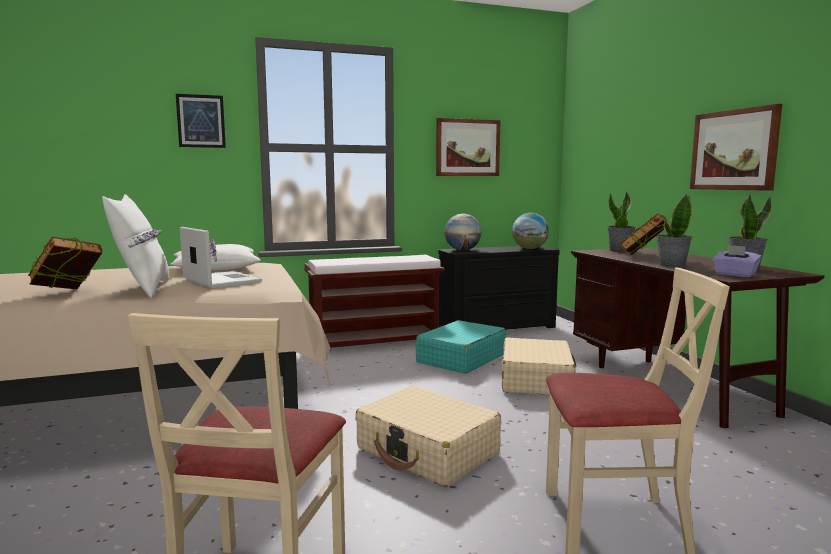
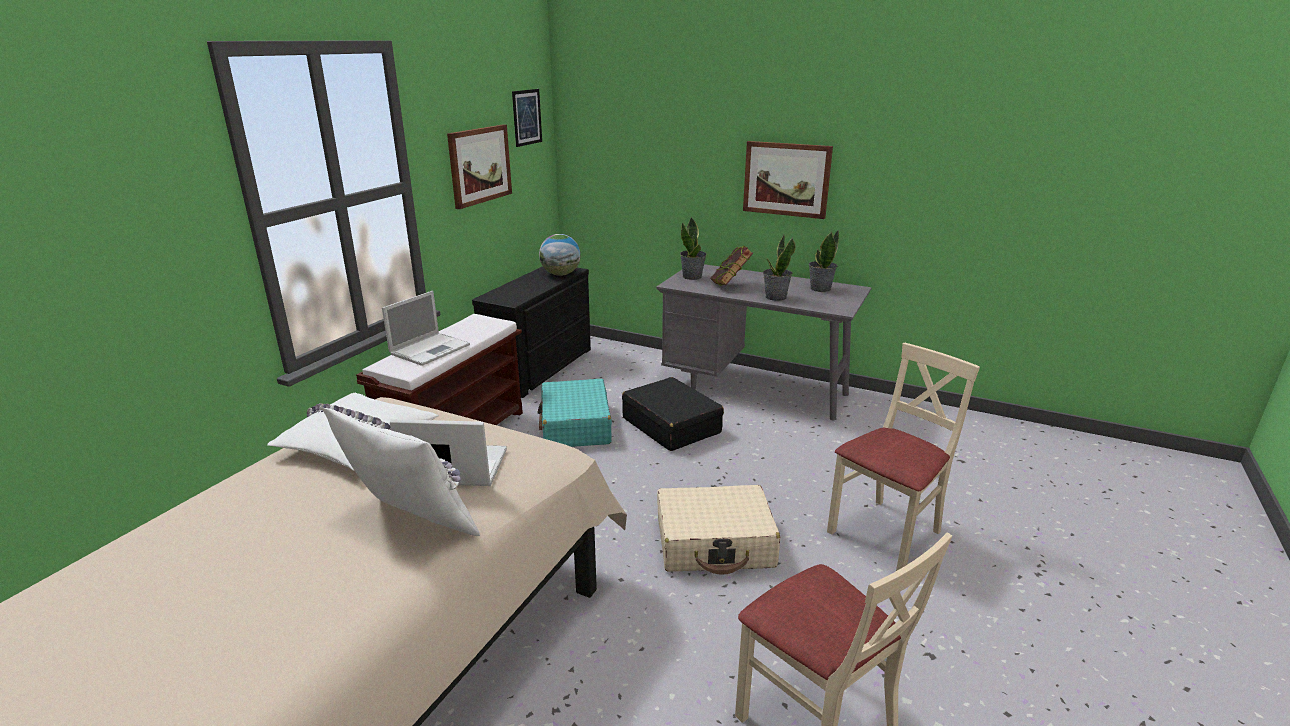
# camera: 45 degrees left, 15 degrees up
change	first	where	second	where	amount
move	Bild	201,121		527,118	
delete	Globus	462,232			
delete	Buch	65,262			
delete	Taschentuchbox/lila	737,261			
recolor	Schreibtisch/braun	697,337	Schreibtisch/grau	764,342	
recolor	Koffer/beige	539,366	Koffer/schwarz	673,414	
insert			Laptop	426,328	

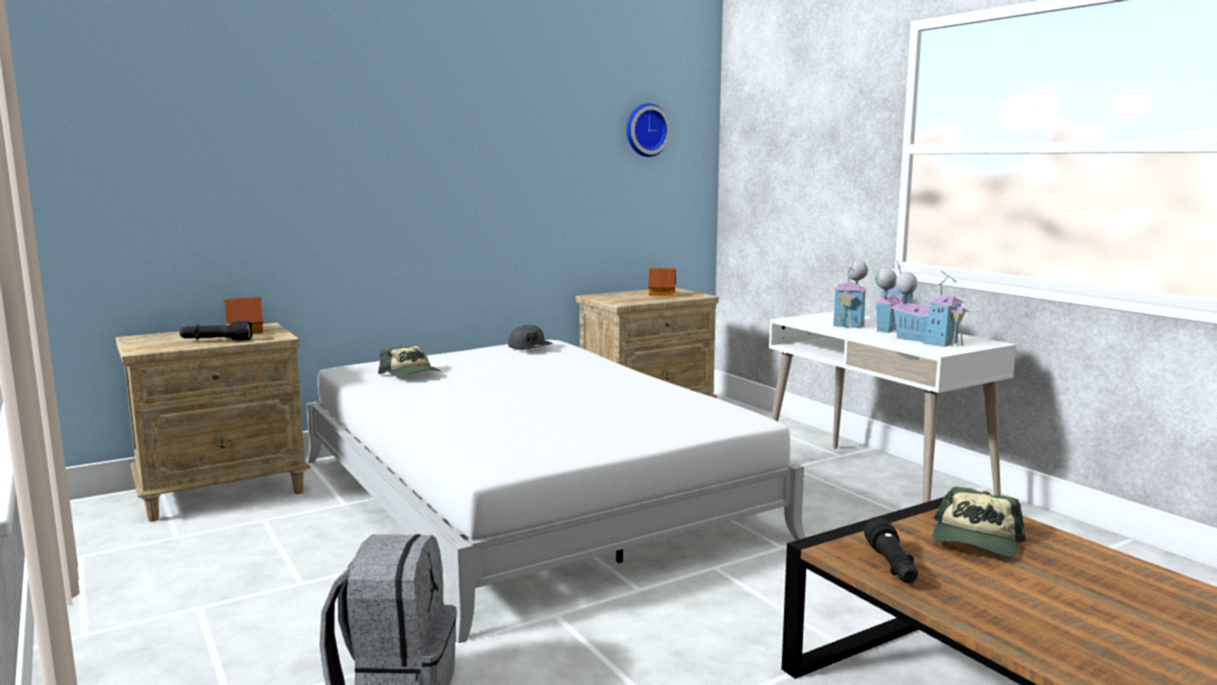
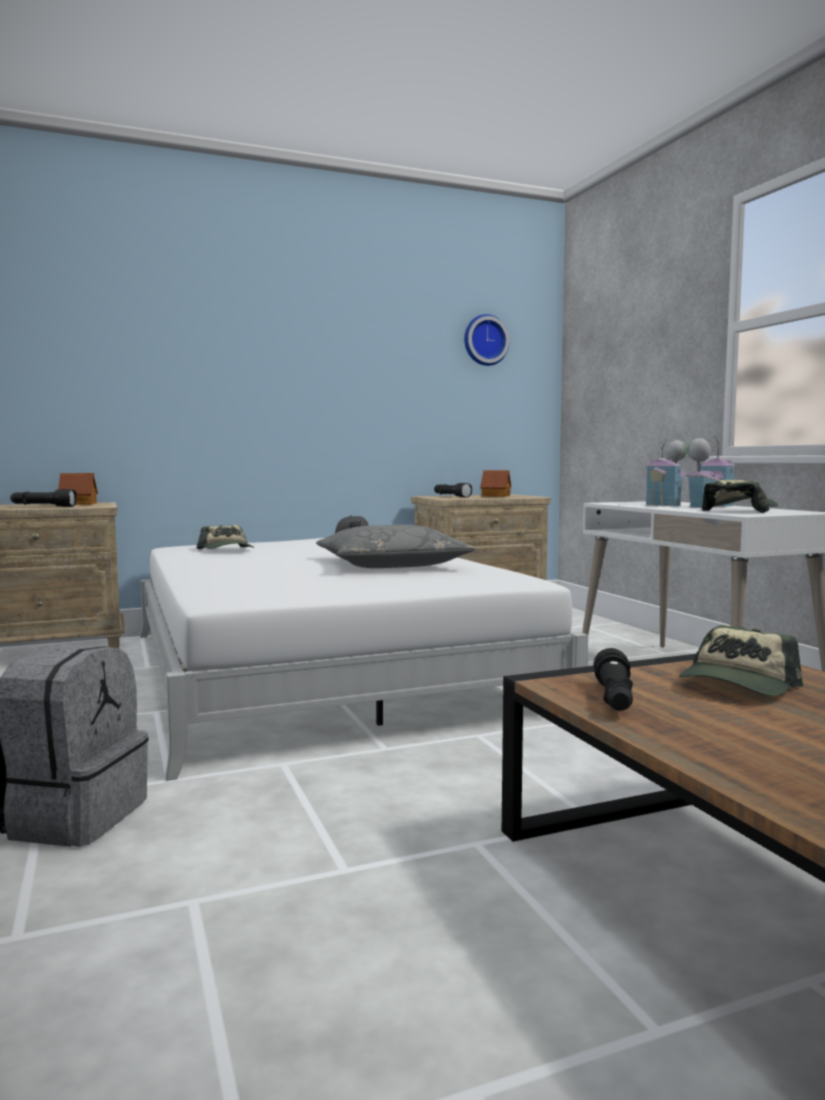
# camera: 10 degrees right, 5 degrees down
change	first	where	second	where	amount
replace	Spielzeughaus	929,309	Kappe	740,496	
insert			Taschenlampe/schwarz	453,490	
insert			Kissen/grau	396,546	

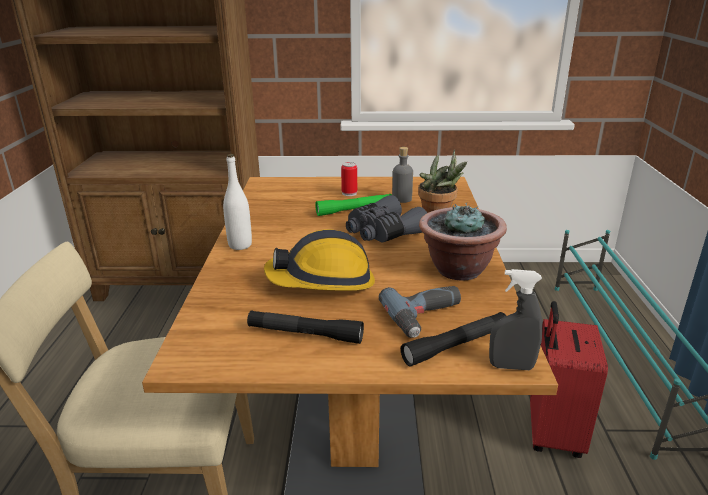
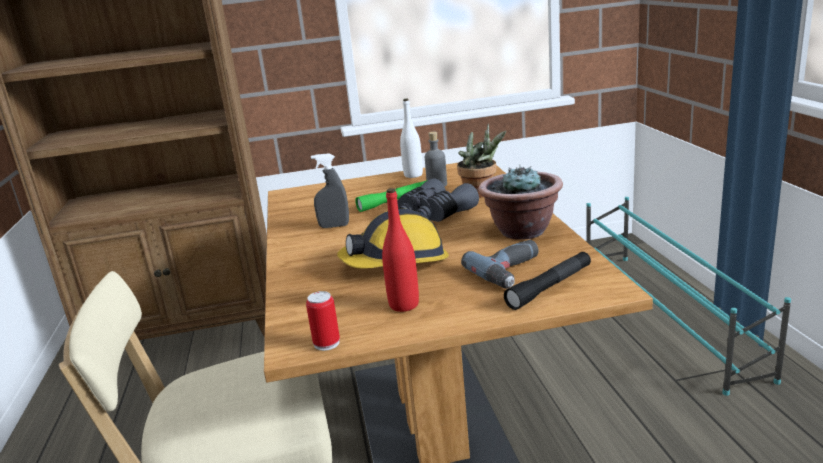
# camera: 10 degrees left, 5 degrees down
change	first	where	second	where	amount
move	Flasche/weiß	237,202		411,138	
move	Dose	349,179		323,321	
move	Sprühflasche/grau	516,319		330,190	
delete	Koffer/rot	569,379			
replace	Taschenlampe/schwarz	305,327	Flasche/rot	400,250	

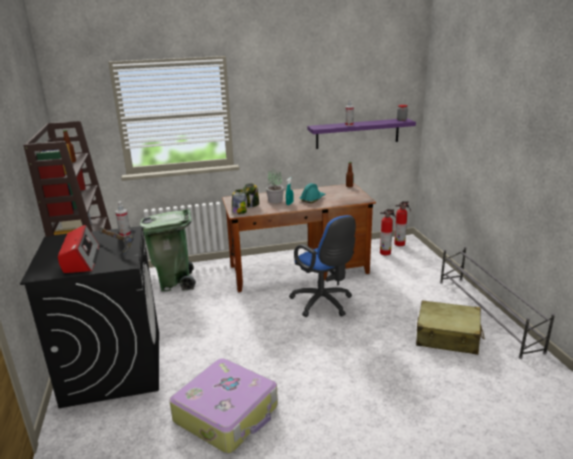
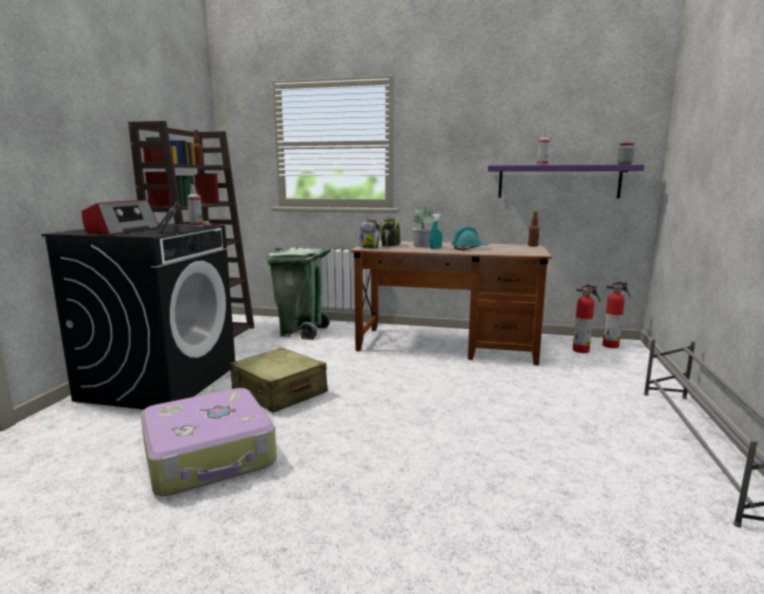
# camera: 25 degrees right, 10 degrees down
change	first	where	second	where	amount
delete	Bürostuhl/blau	322,266			
move	Koffer/beige	450,327		279,380	

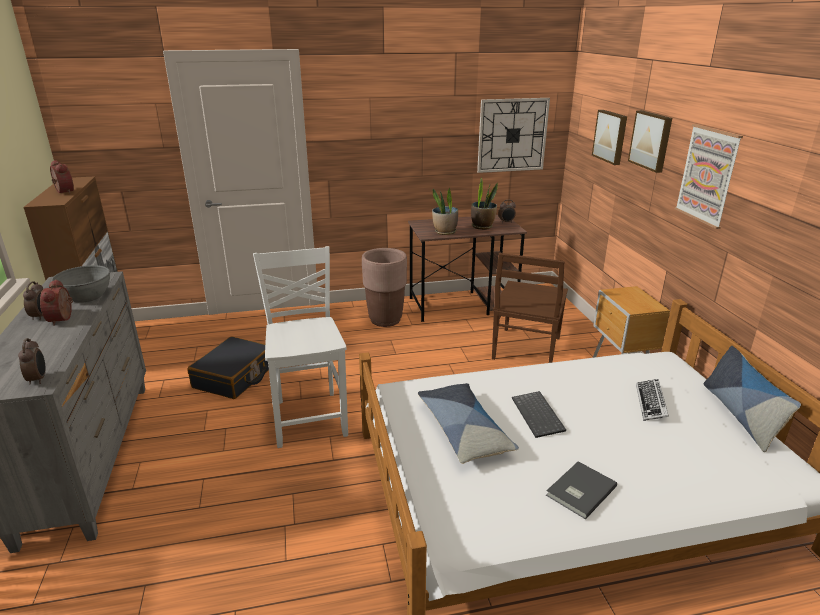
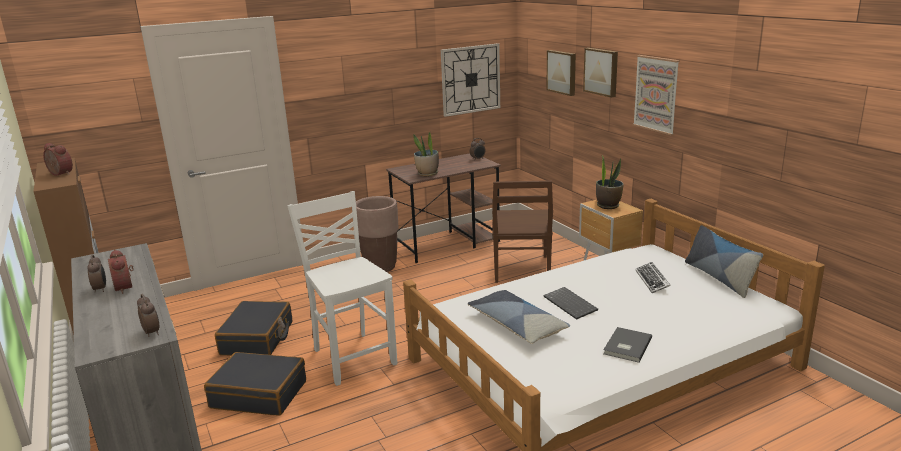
# camera: 15 degrees left, 5 degrees down
change	first	where	second	where	amount
move	Topfpflanze	484,204		610,182	
delete	Schüssel/grau	80,284			
insert			Koffer/schwarz	255,384	

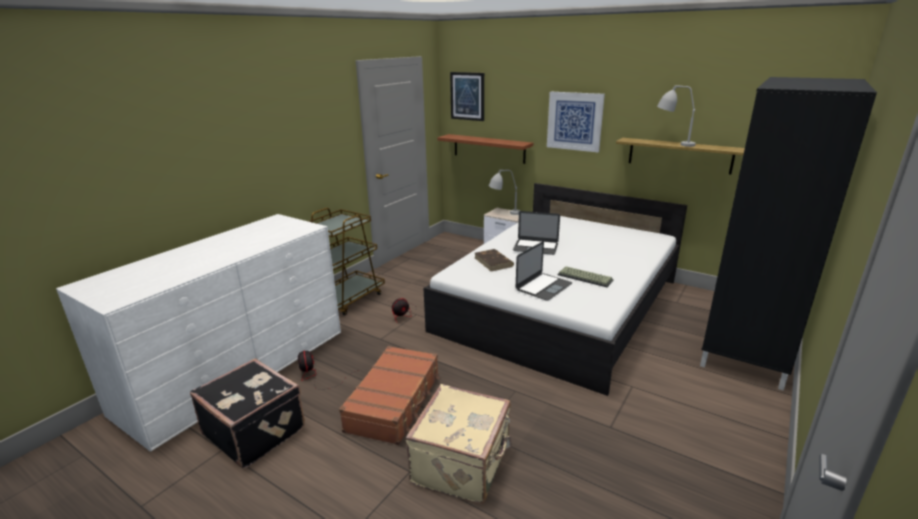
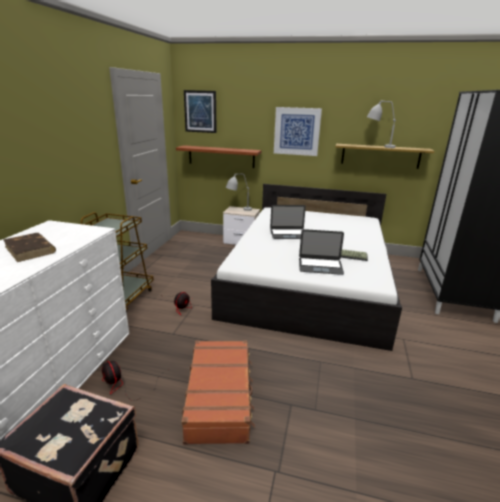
# camera: 20 degrees left, 0 degrees up
change	first	where	second	where	amount
rotate	Laptop	544,271		321,252	75 degrees clockwise
move	Buch/braun	494,260		29,247	
delete	Koffer/beige	458,444			

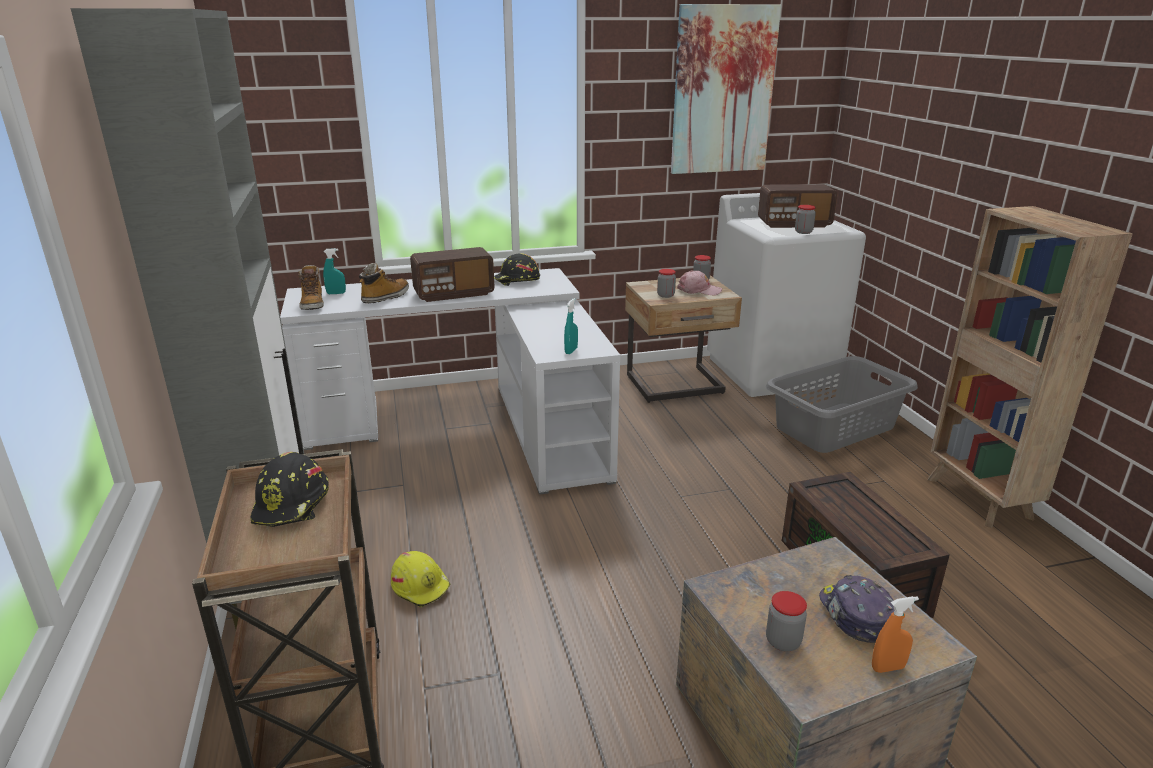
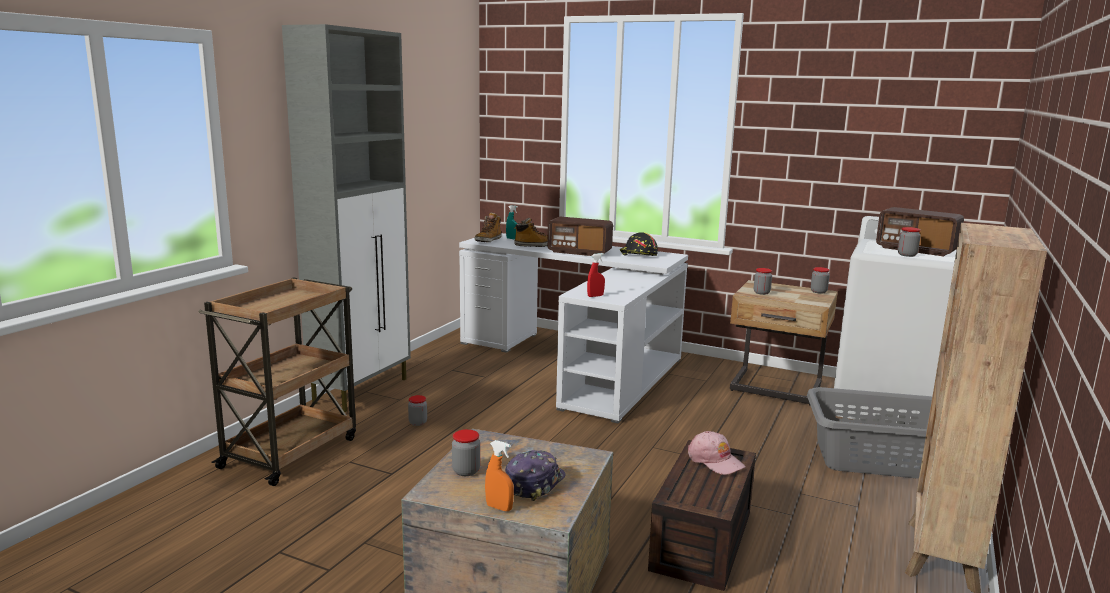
# camera: 40 degrees right, 10 degrees down
change	first	where	second	where	amount
delete	Bild	726,89			
move	Kappe/rosa	699,282		717,453	
recolor	Sprühflasche/türkis	571,326	Sprühflasche/rot	596,275	
delete	Schutzhelm/schwarz	289,489			
replace	Schutzhelm/gelb	421,579	Vorratsglas	417,410	

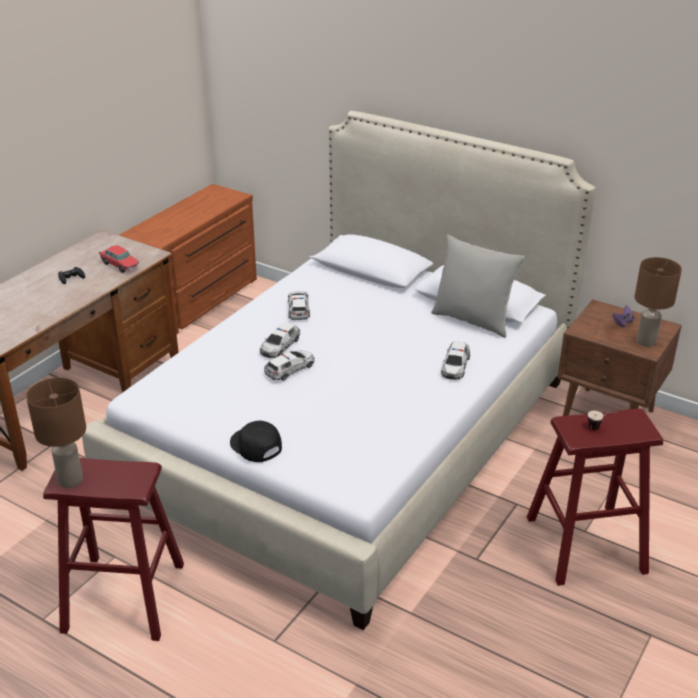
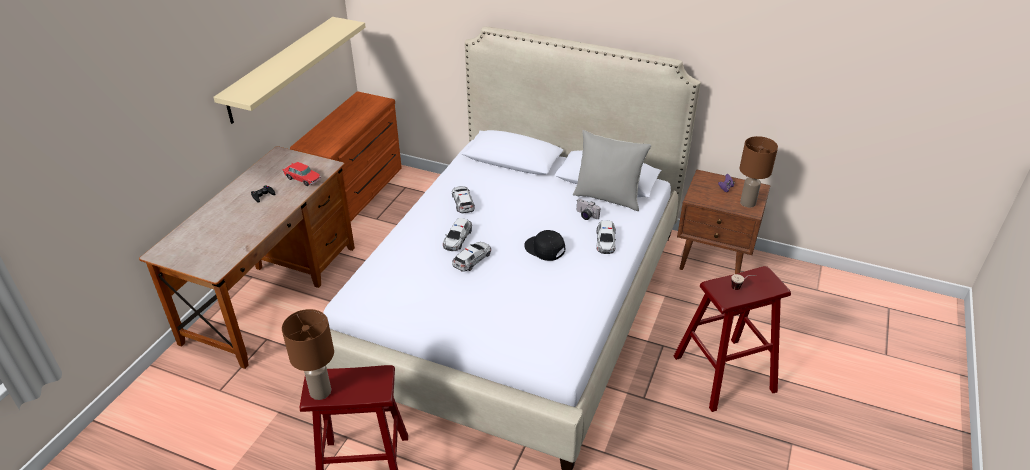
# camera: 10 degrees left, 5 degrees up
change	first	where	second	where	amount
move	Kappe/schwarz	256,441		544,245	
insert			Wandregal/beige	289,70	
insert			Kamera	588,209	

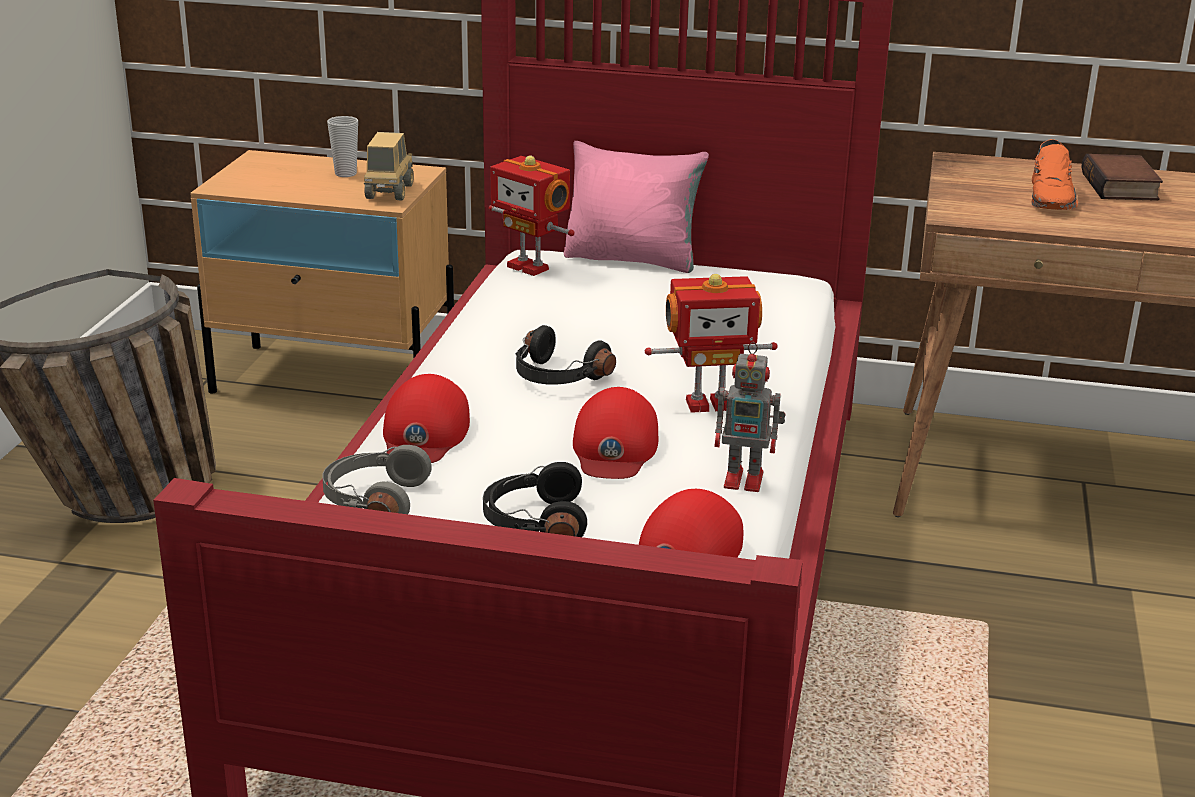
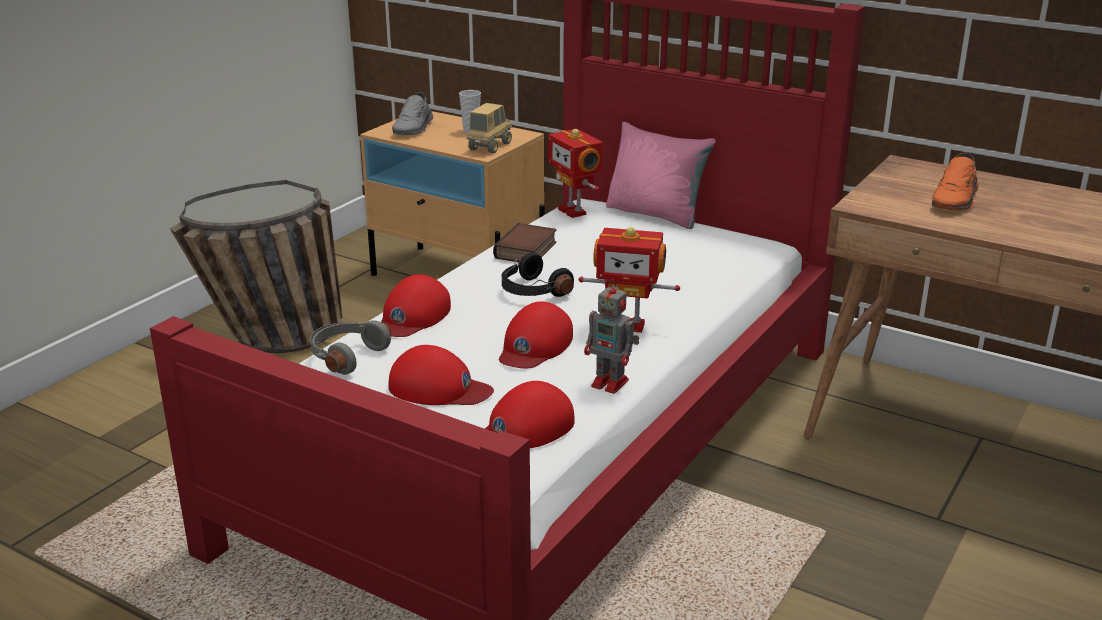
# camera: 20 degrees right, 0 degrees up
change	first	where	second	where	amount
move	Buch	1122,177		524,242	
replace	Kopfhörer/schwarz	535,499	Kappe/rot	441,375	
insert			Schuh/grau	412,113	

